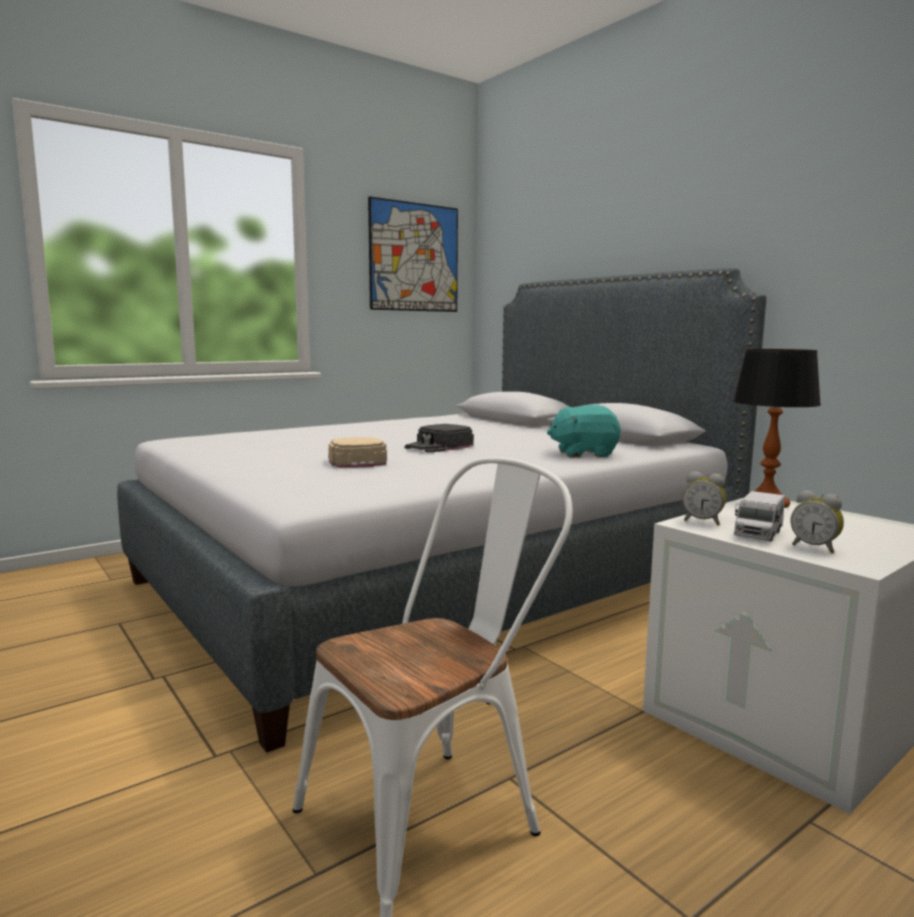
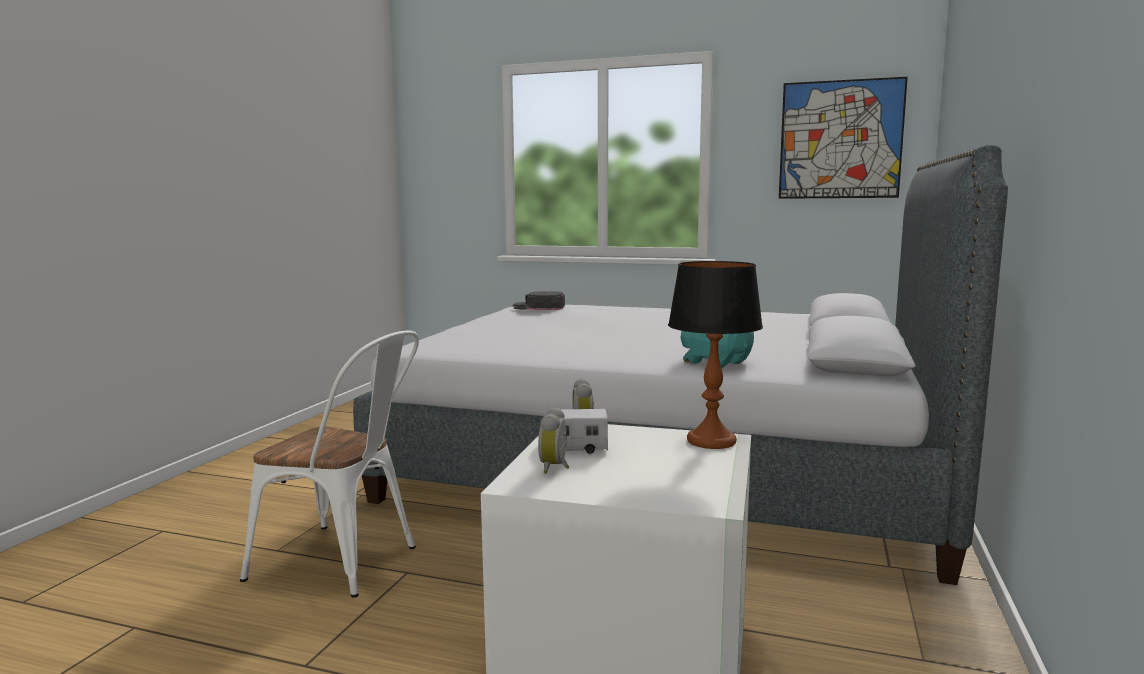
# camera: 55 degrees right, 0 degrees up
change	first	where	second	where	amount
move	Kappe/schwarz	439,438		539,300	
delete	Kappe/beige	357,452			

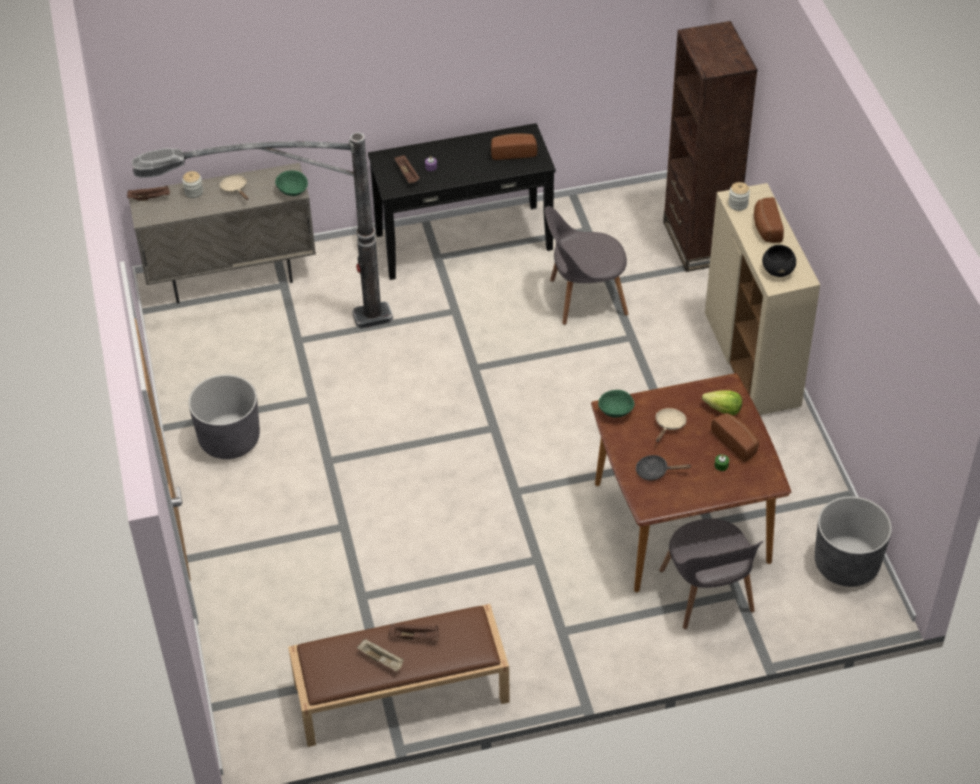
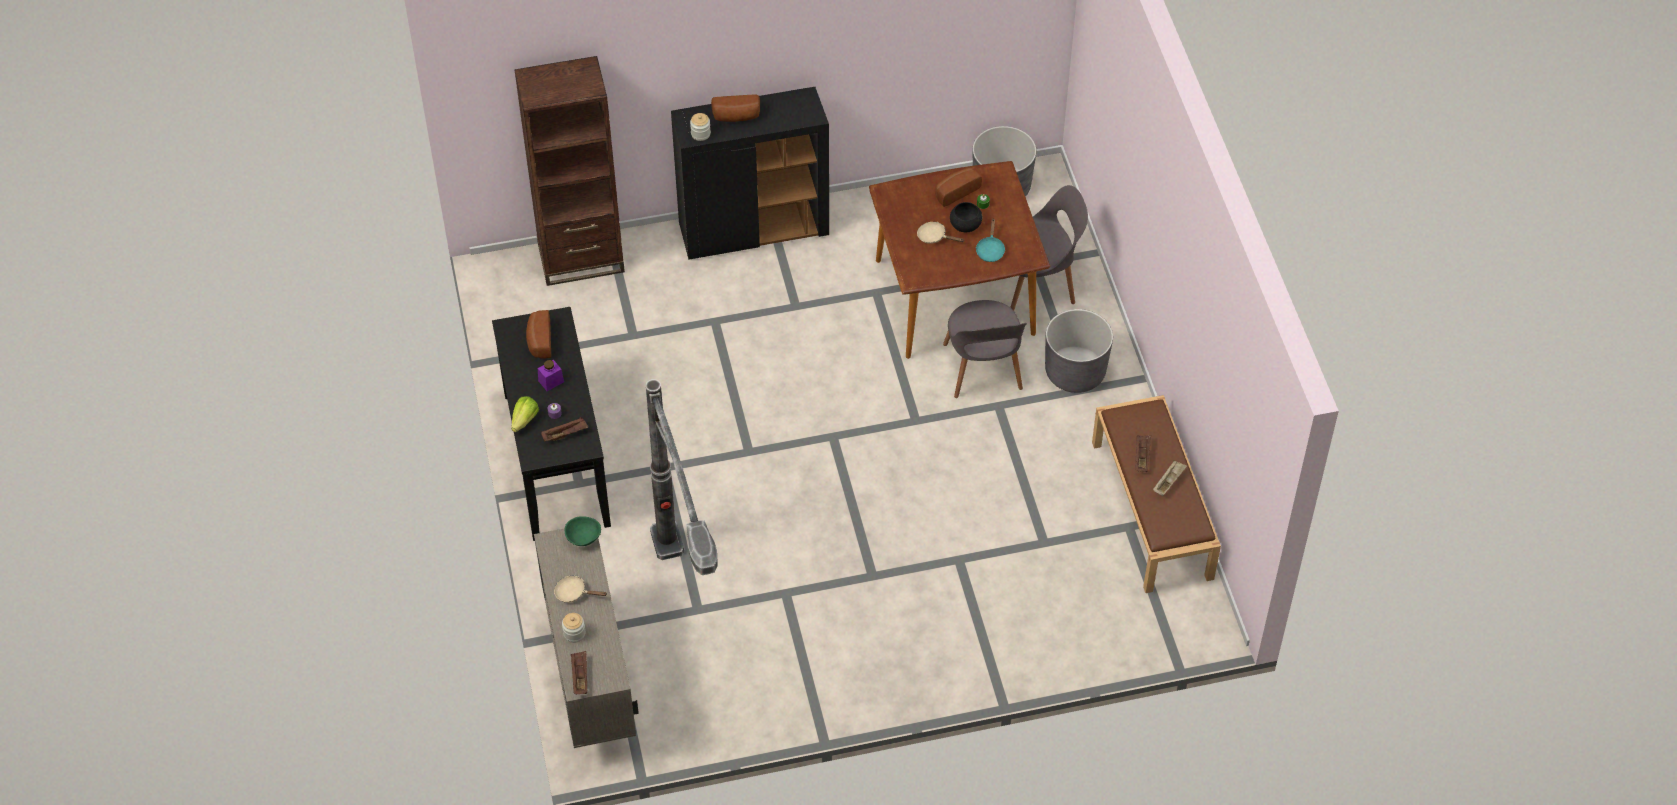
# camera: 90 degrees left, 5 degrees up
change	first	where	second	where	amount
rotate	Pfanne/beige	234,187		580,589	45 degrees clockwise
recolor	Schrank/beige	762,299	Schrank/schwarz	750,173	
move	Stuhl/grau	587,265		985,349	
move	Schüssel/schwarz	779,261		966,217	
move	Pflanzkübel/grau	224,416		1079,351	
delete	Schüssel/grün	616,403			
move	Salatkopf	722,402		525,414	
recolor	Pfanne/schwarz	664,468	Pfanne/türkis	991,240	
insert			Vorratsglas/lila	551,375	

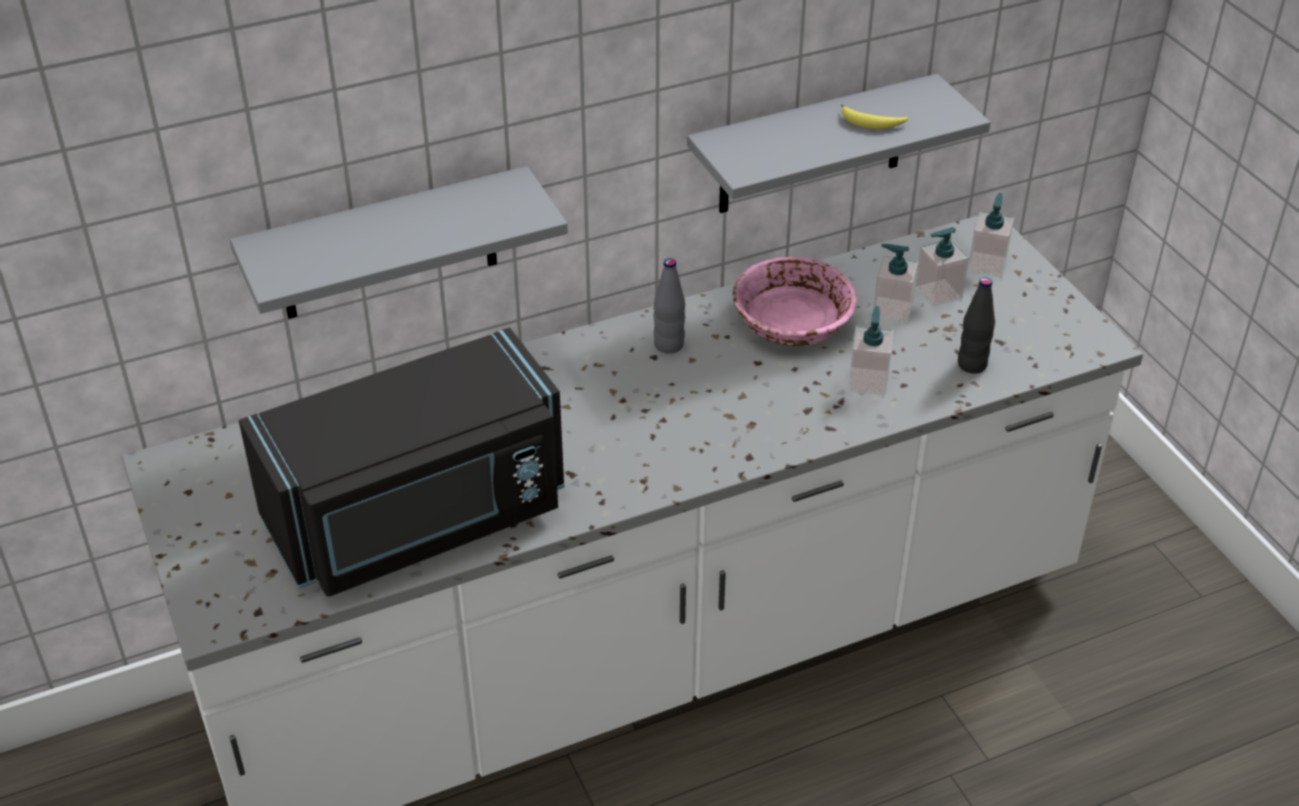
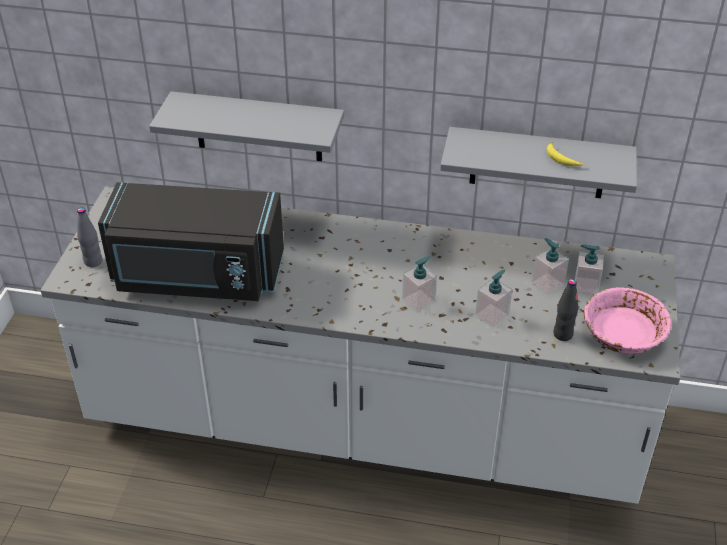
# camera: 35 degrees right, 0 degrees up
change	first	where	second	where	amount
move	Seifenspender	991,235		419,284	
move	Schüssel/rosa	795,301		627,320	
move	Flasche/grau	669,306		90,237	

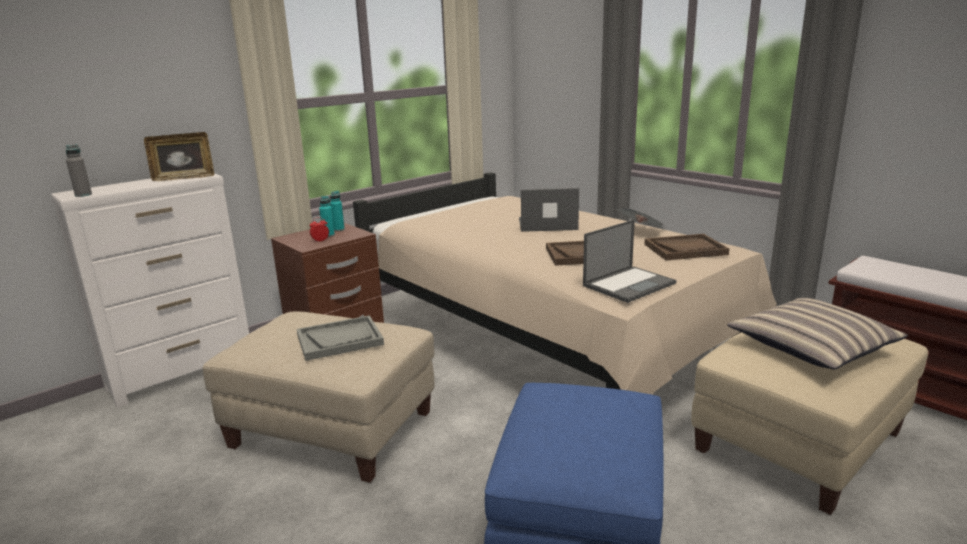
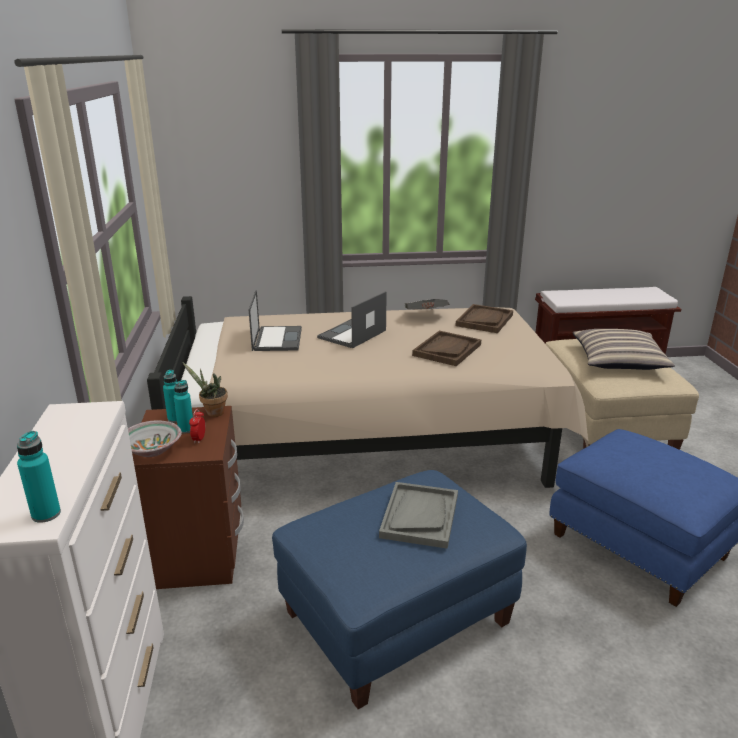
# camera: 55 degrees left, 5 degrees up
change	first	where	second	where	amount
delete	Bilderrahmen	179,156			
recolor	Flasche/grau	79,170	Flasche/türkis	39,477	
move	Laptop	630,261		275,320	
recolor	Polsterhocker/beige	318,397	Polsterhocker/blau	399,589	
insert			Topfpflanze	205,390	
insert			Schüssel	155,438	

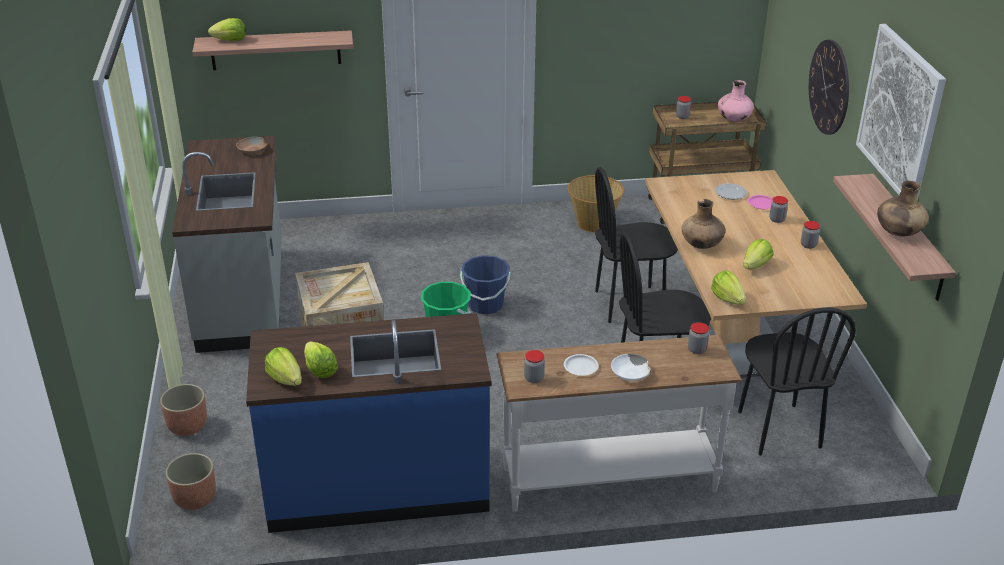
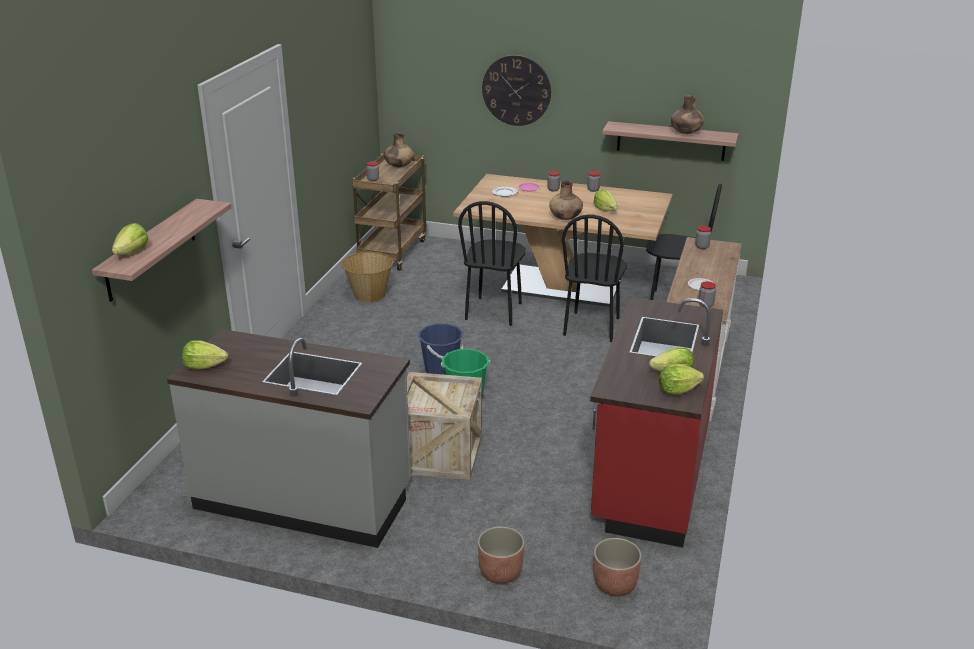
# camera: 65 degrees left, 5 degrees down
change	first	where	second	where	amount
delete	Bild	901,112			
recolor	Vase/rosa	736,101	Vase/braun	399,149	
delete	Schüssel/braun	252,145			
move	Salatkopf	728,288		205,354	
recolor	Küchenzeile/blau	368,423	Küchenzeile/rot	656,422	
delete	Schüssel/weiß	631,367			

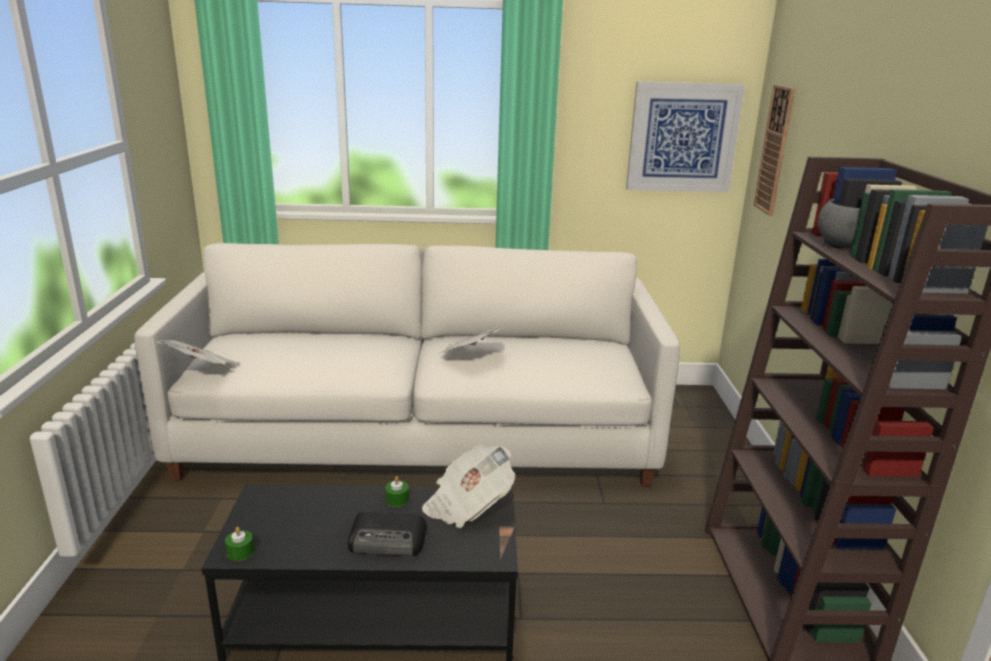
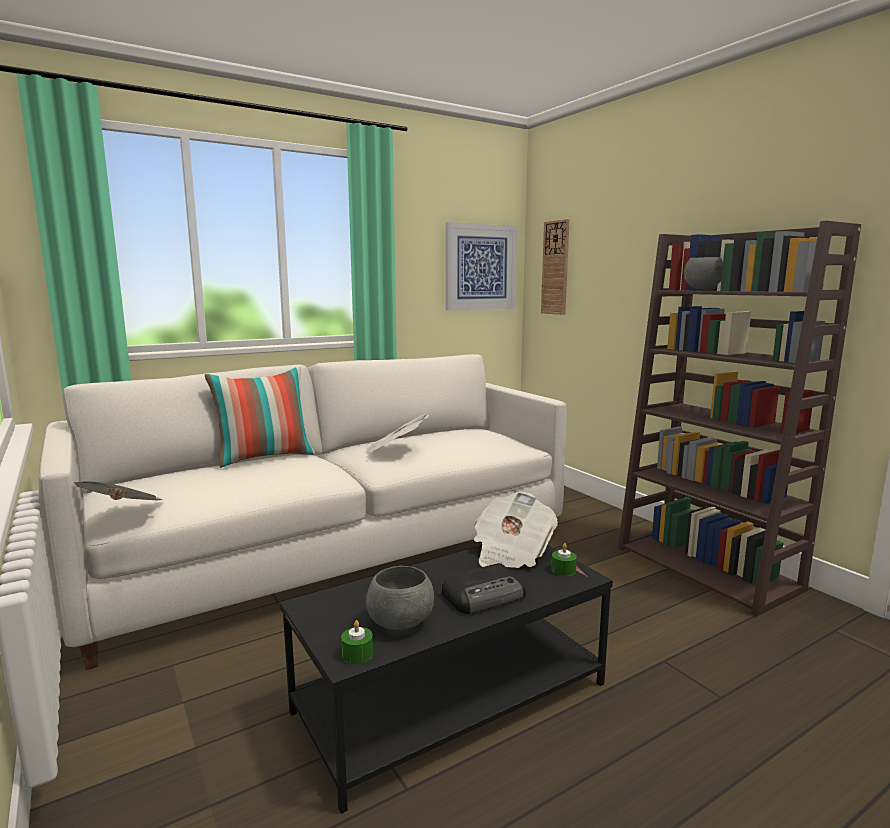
# camera: 30 degrees left, 10 degrees down
change	first	where	second	where	amount
move	Kerze/grün	397,491		564,559	
insert			Kissen	260,417	
insert			Schüssel/grau	400,598	

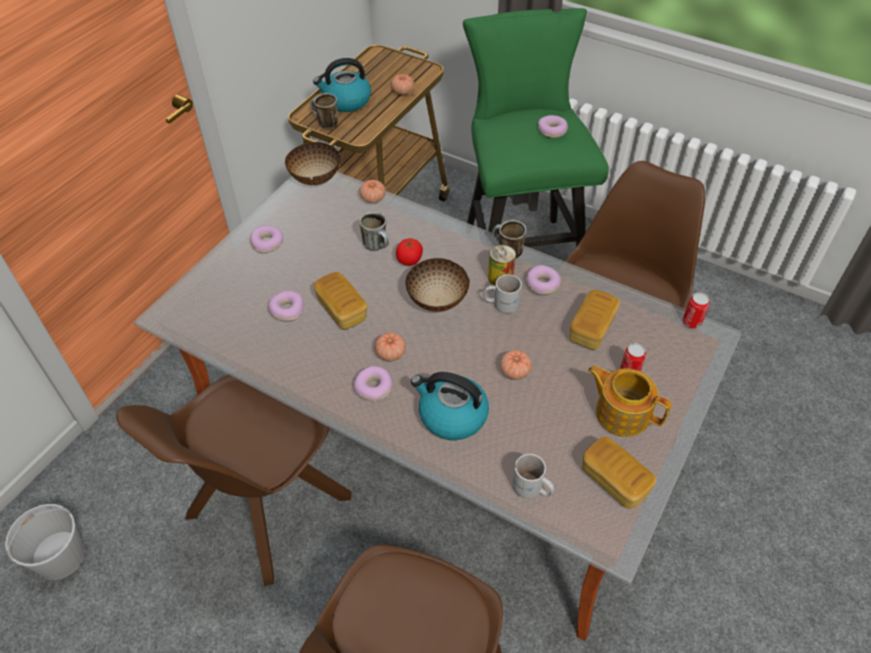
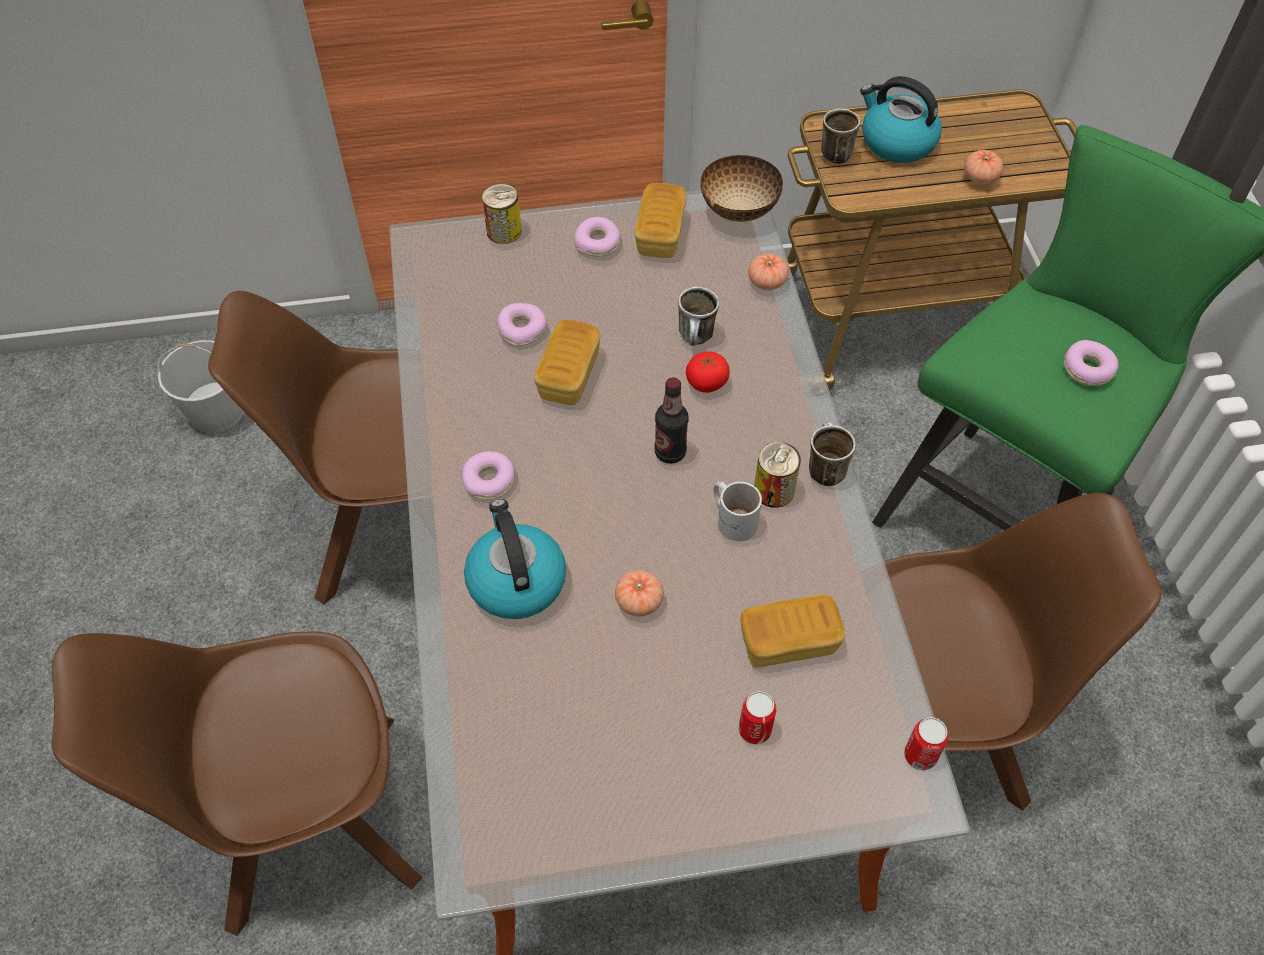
# camera: 50 degrees right, 5 degrees up
change	first	where	second	where	amount
replace	Schüssel	438,285	Flasche	671,420	
delete	Donut	543,280			
delete	Tomate	390,346			
delete	Teekanne	629,401			
move	Brot	619,472		661,220	
delete	Henkelbecher/weiß	533,476			
insert			Dose	502,214	

